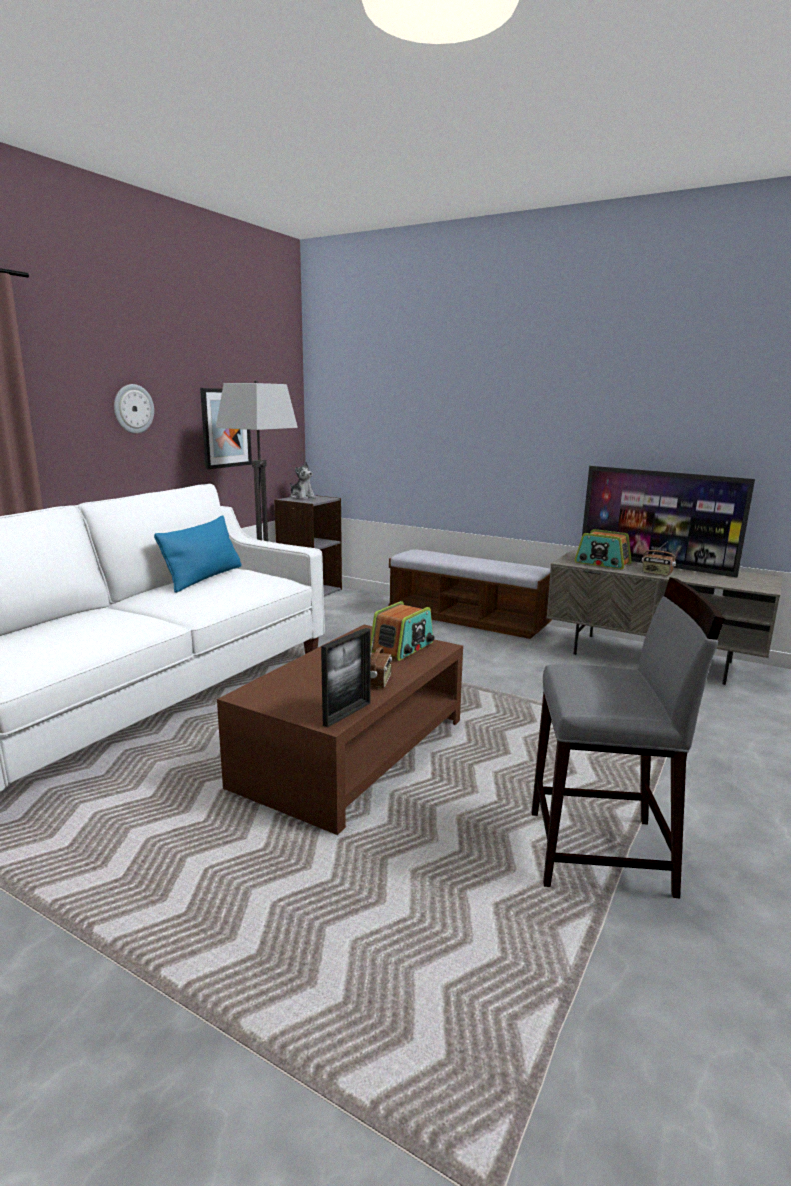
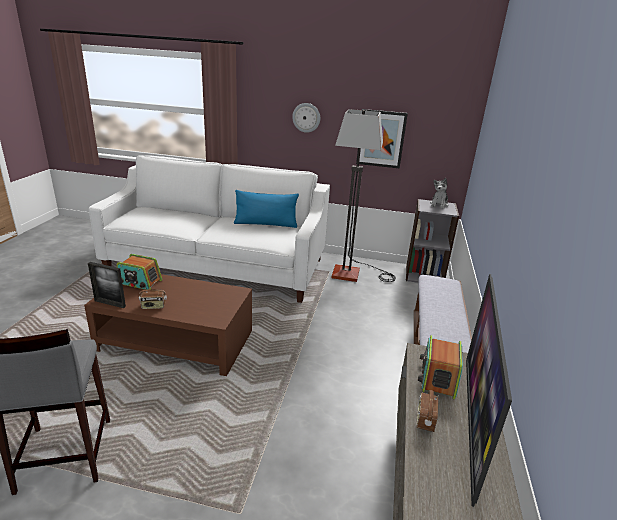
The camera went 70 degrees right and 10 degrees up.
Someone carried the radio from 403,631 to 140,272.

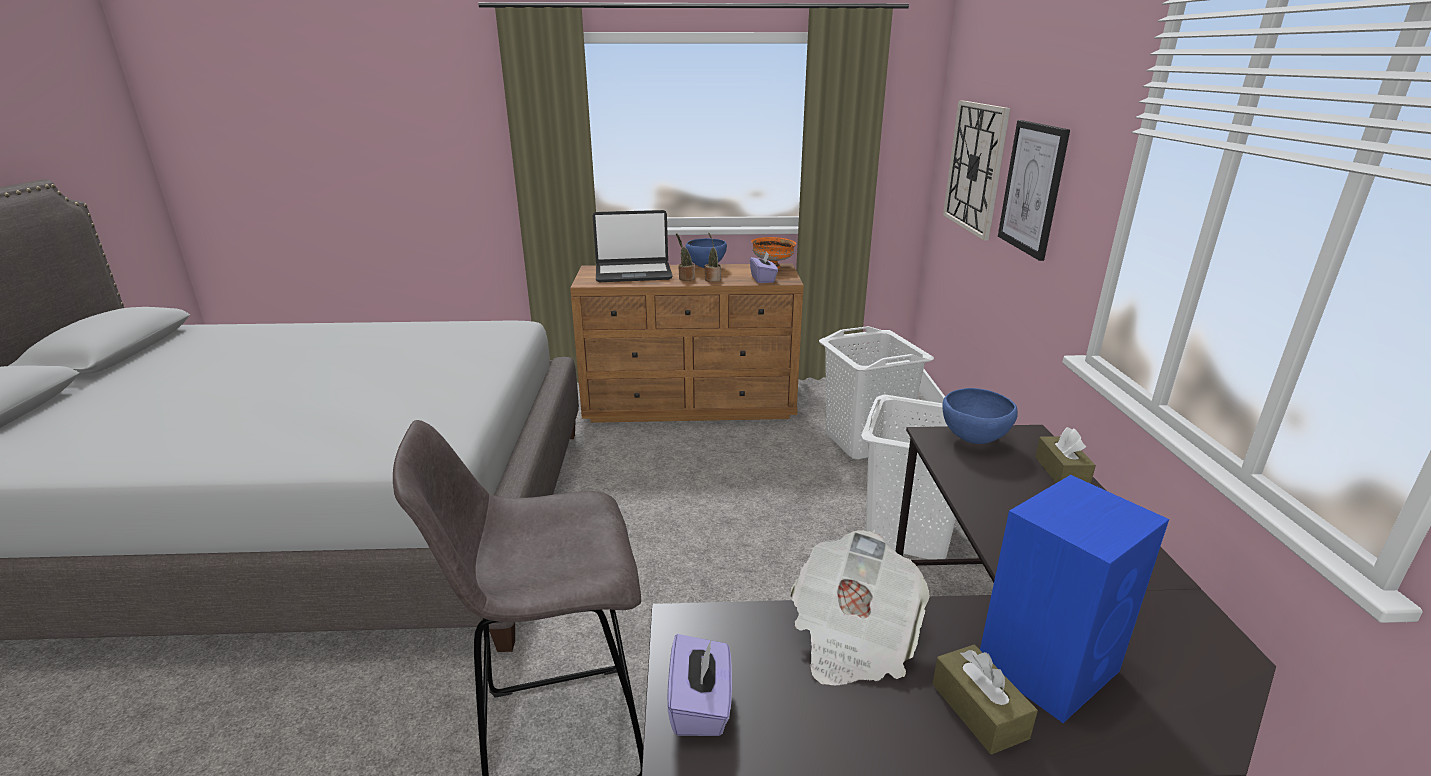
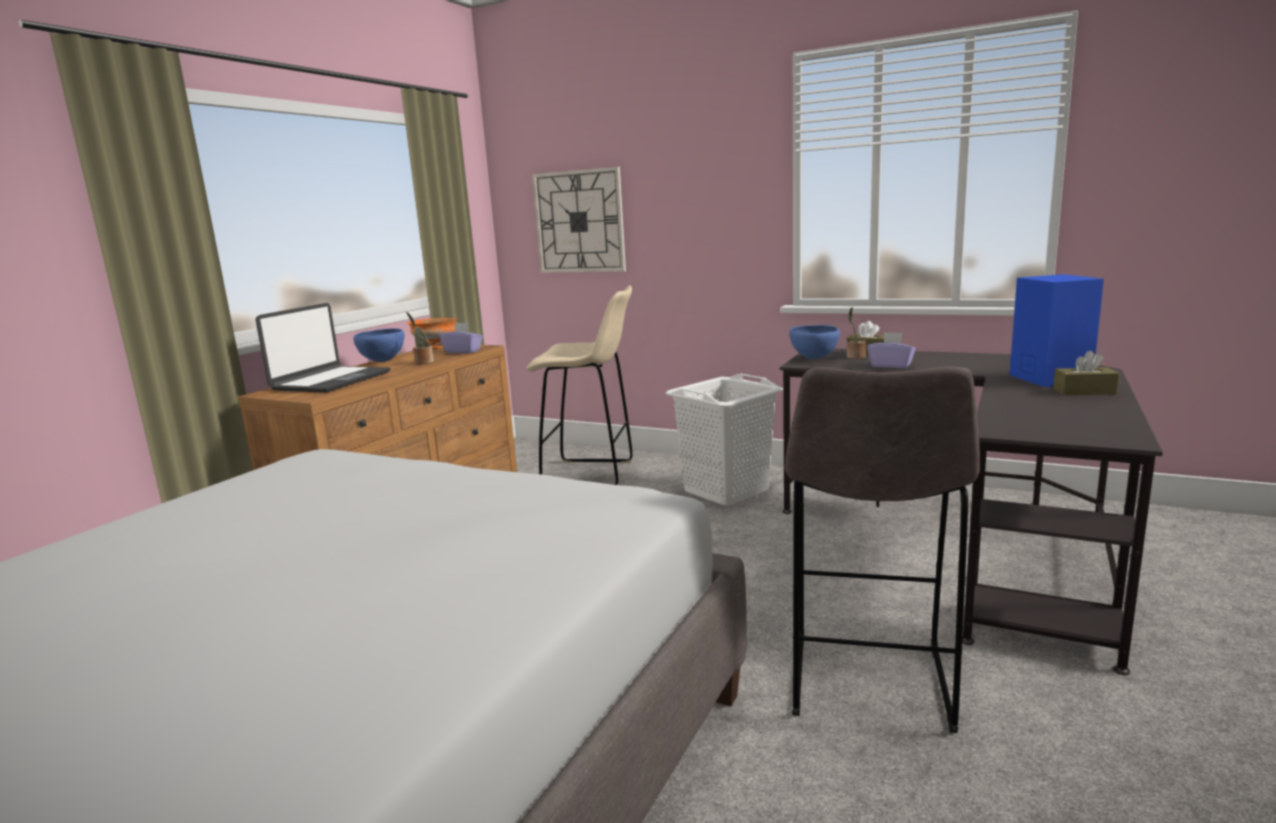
The camera went 60 degrees left and 10 degrees down.
Someone took away the picture at 1034,190.
Someone carried the potted_plant from 685,257 to 856,333.
Someone swapped the white_laundry_basket at 876,393 for the beige_stool at 579,385.
Someone took away the newspaper at 860,608.
Someone carried the purple_tissue_box from 699,685 to 891,350.

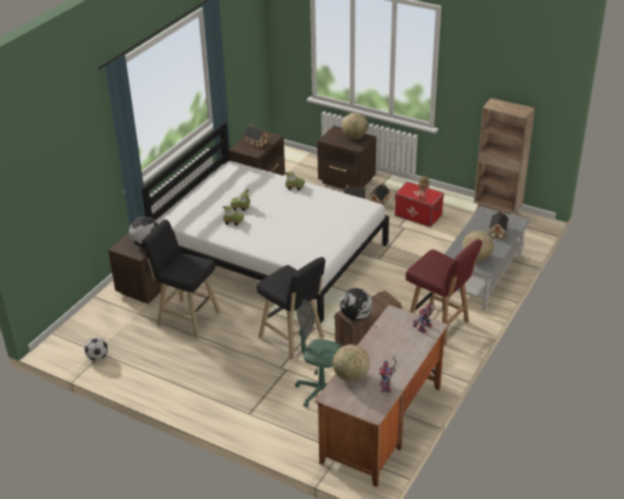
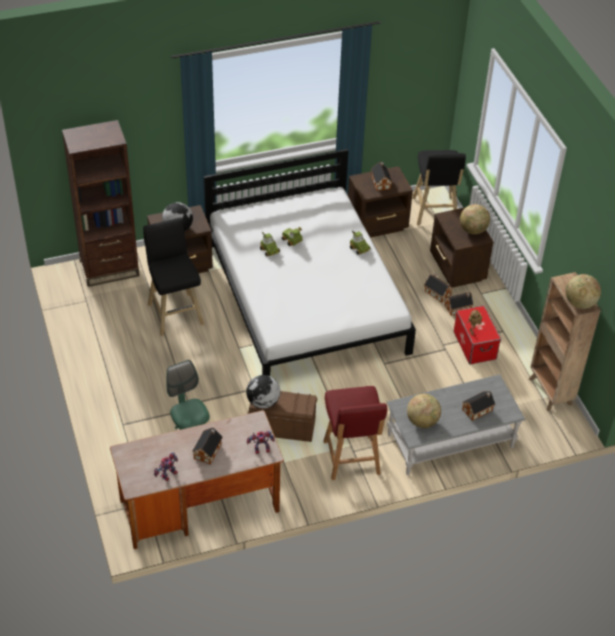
The camera went 40 degrees right and 10 degrees up.
Someone carried the black_stool from 290,308 to 439,188.
Someone took away the football at 96,349.
Someone carried the globe from 351,363 to 583,291.
Someone put down the brown_bookcase at 100,203.
Someone put down the toy_house at 207,446.

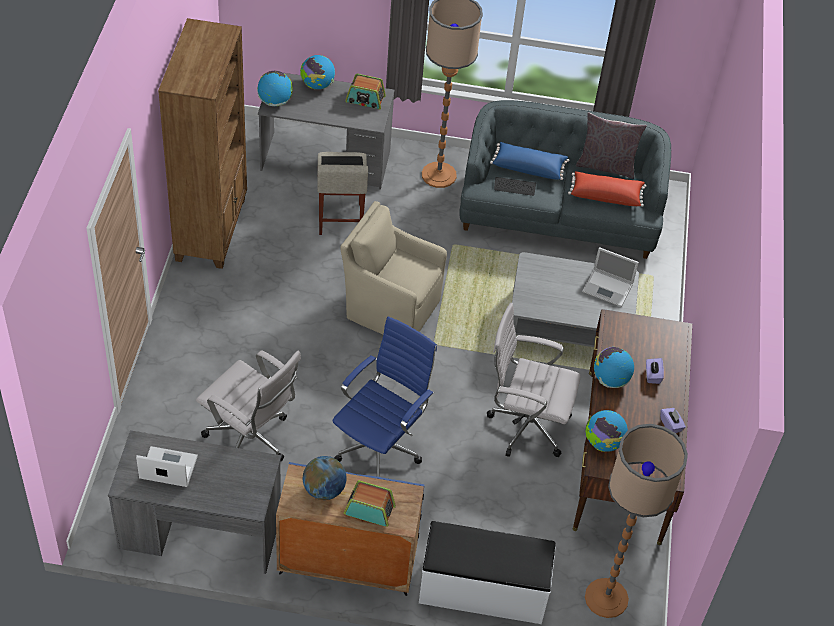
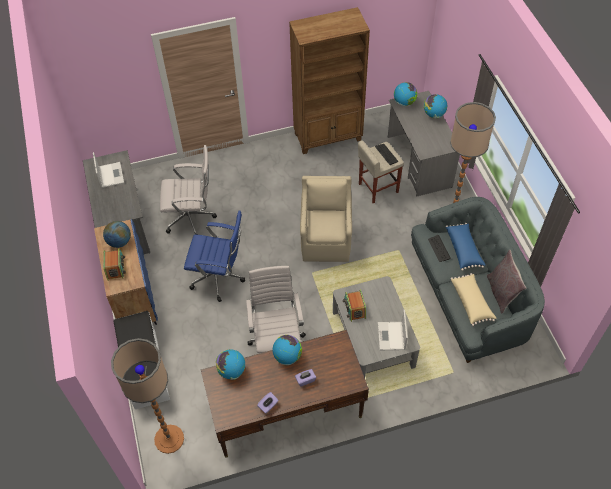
The camera went 70 degrees right and 5 degrees up.
Someone carried the radio from 365,91 to 354,305.
Someone repainted the red_pillow at 607,189, which became the beige_pillow at 473,299.
Someone rotated the white_office_chair at 248,405 by 105 degrees counterclockwise.

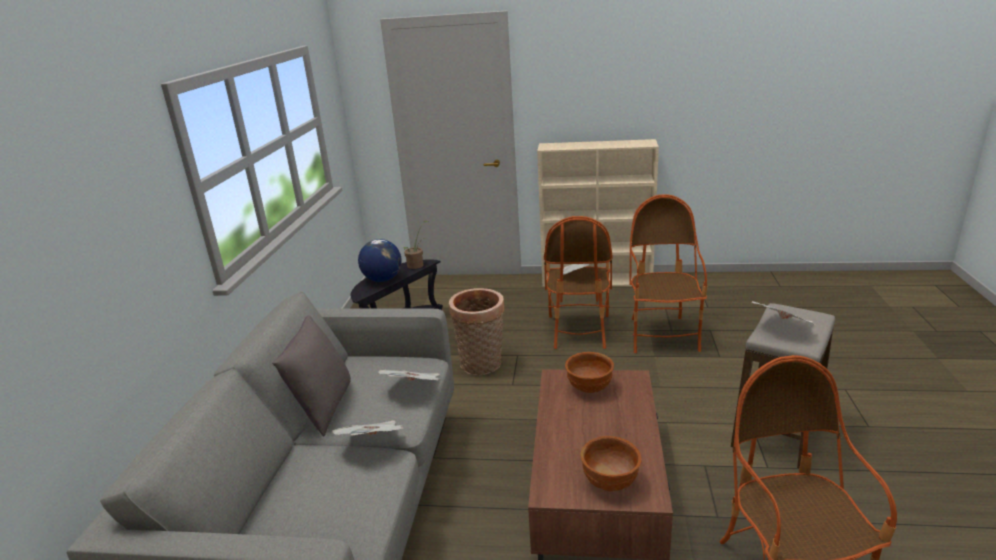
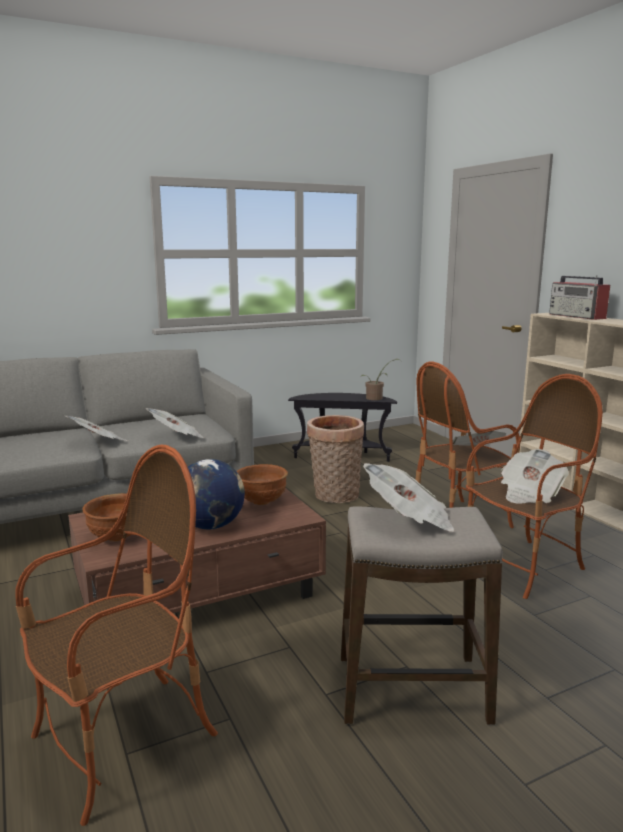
The camera went 55 degrees right and 10 degrees down.
Someone carried the globe from 380,260 to 216,494.
Someone took away the grey_pillow at 311,376.
Someone put down the radio at 579,297.
Someone put down the newspaper at 535,476.

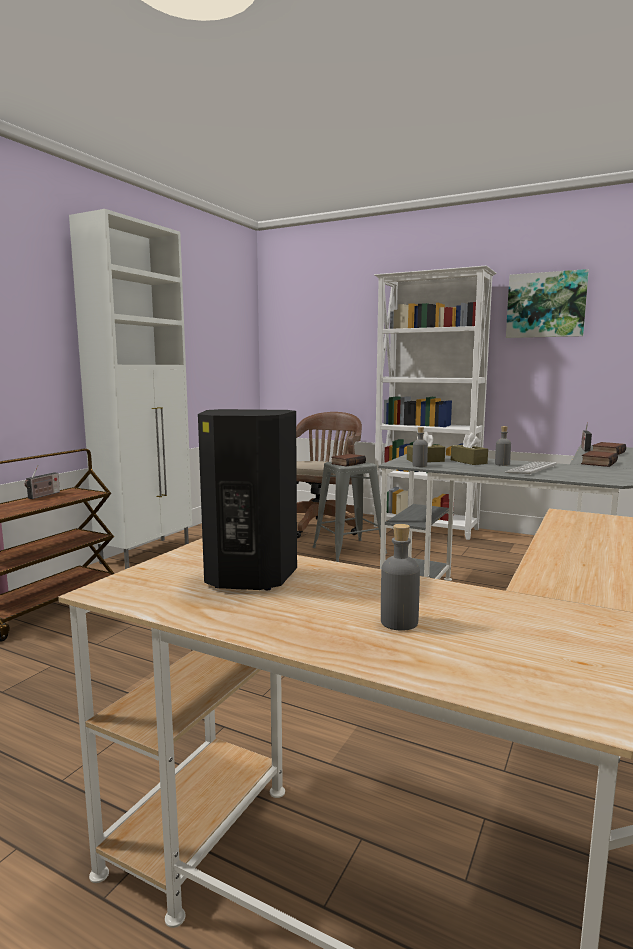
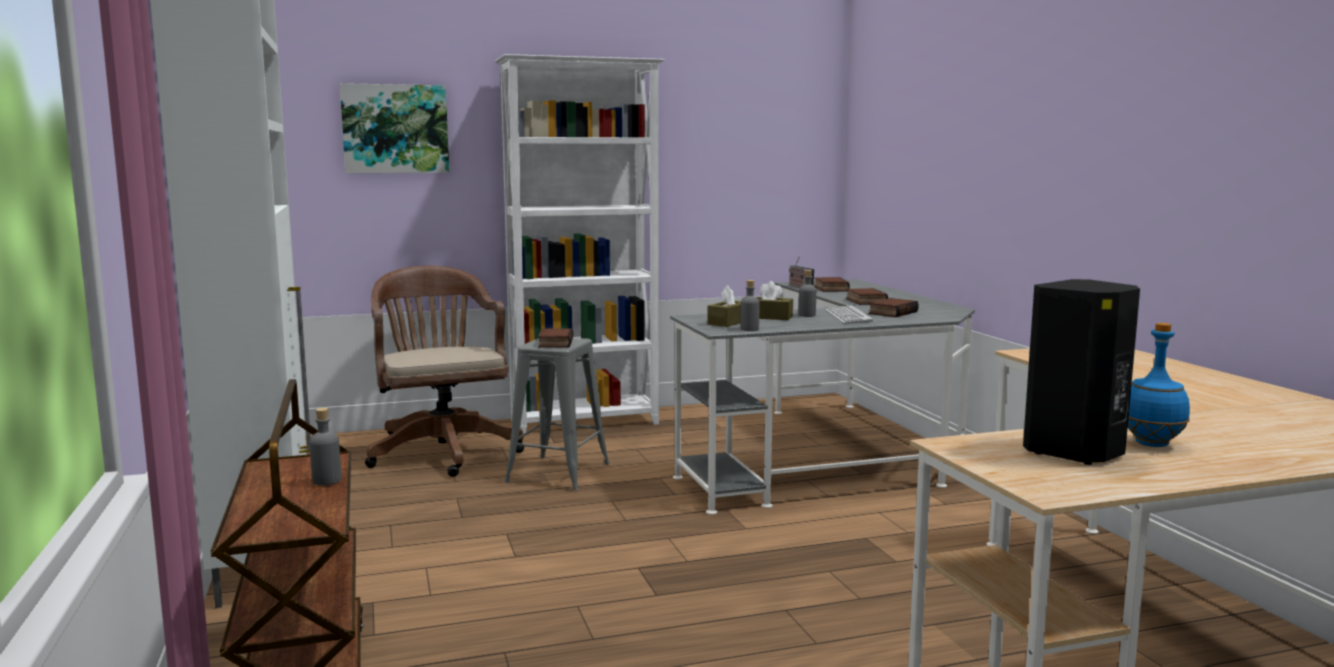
The camera went 45 degrees left and 0 degrees up.
Someone carried the picture from 547,303 to 394,128.
Someone took away the radio at 42,482.
Someone carried the grey_bottle from 400,577 to 325,446.
Someone put down the book at 894,307.
Someone put down the blue_bottle at 1159,385.

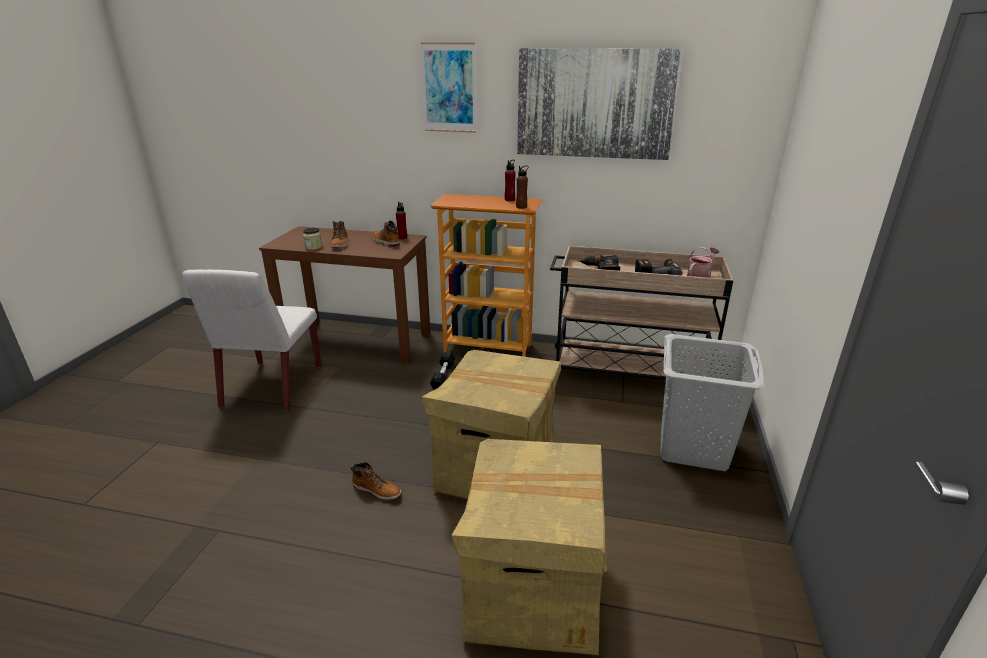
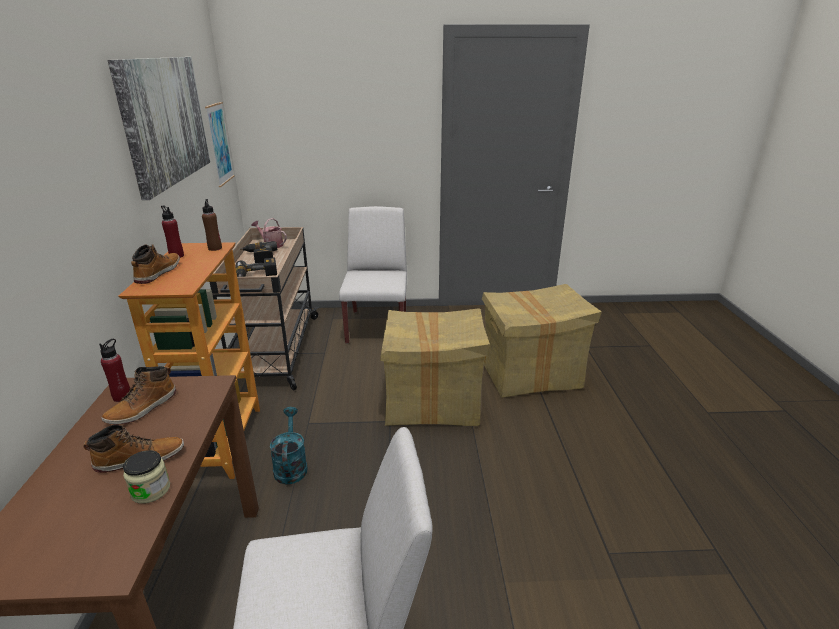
The camera went 105 degrees left and 0 degrees up.
Someone carried the picture from 448,87 to 219,144.
Someone swapped the grey_laundry_basket at 712,402 for the white_chair at 373,275.
Someone swapped the black_dumbbell at 442,371 for the turquoise_watering_can at 289,446.
Someone carried the boot from 376,481 to 155,264.

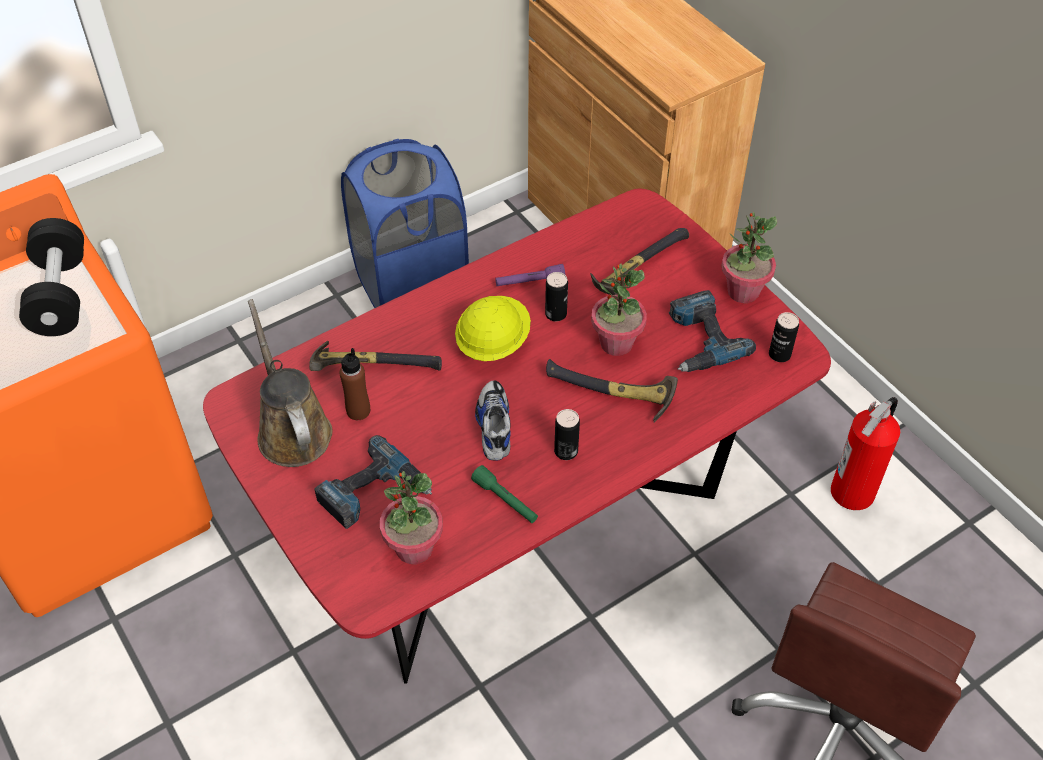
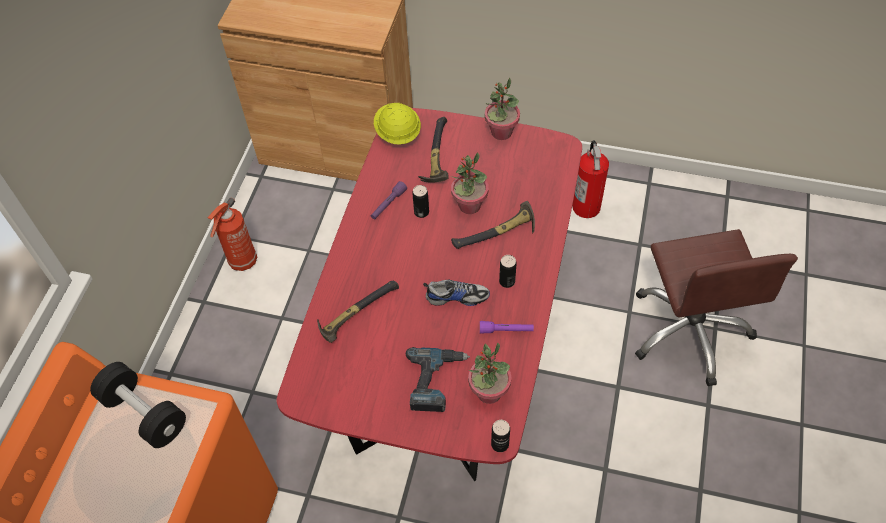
The camera went 40 degrees left and 5 degrees up.
Someone swapped the blue_laundry_basket at 405,223 for the fire_extinguisher at 232,234.
Someone took away the power_drill at 712,331.
Someone carried the yellow_hard_hat from 493,328 to 397,124.
Someone took away the brown_watering_can at 290,383.
Someone carried the can from 784,337 to 500,436.
Someone took away the brown_bottle at 355,384.
Someone rotated the shoe at 493,420 by 135 degrees clockwise.
Someone repainted the green_flashlight at 504,494, which became the purple_flashlight at 507,327.

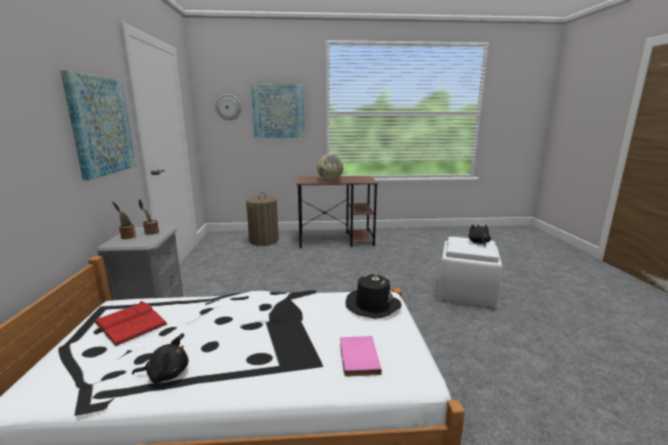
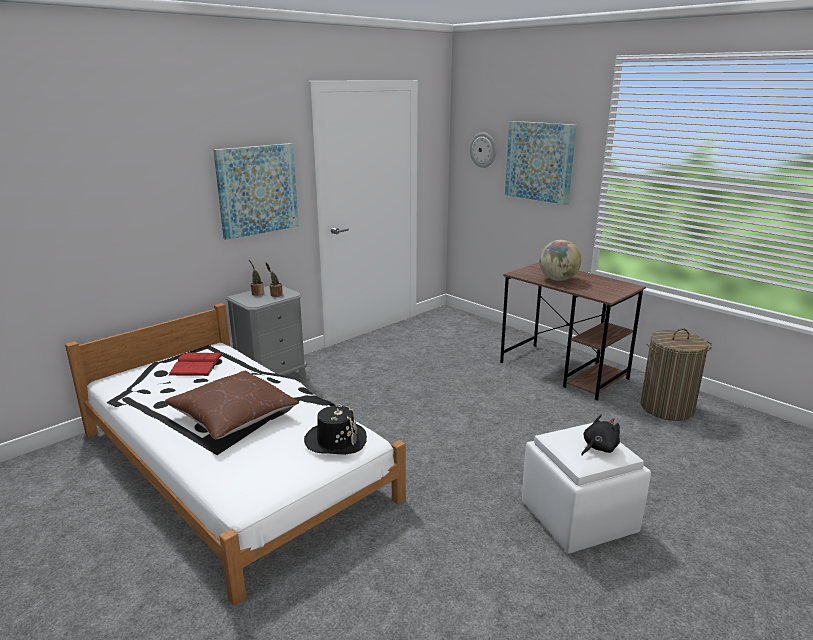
The camera went 50 degrees right and 5 degrees up.
Someone carried the laundry_basket from 262,219 to 676,374.
Someone took away the pink_book at 361,356.
Someone took away the black_plush_toy at 160,360.
Someone put down the brown_pillow at 232,405.

